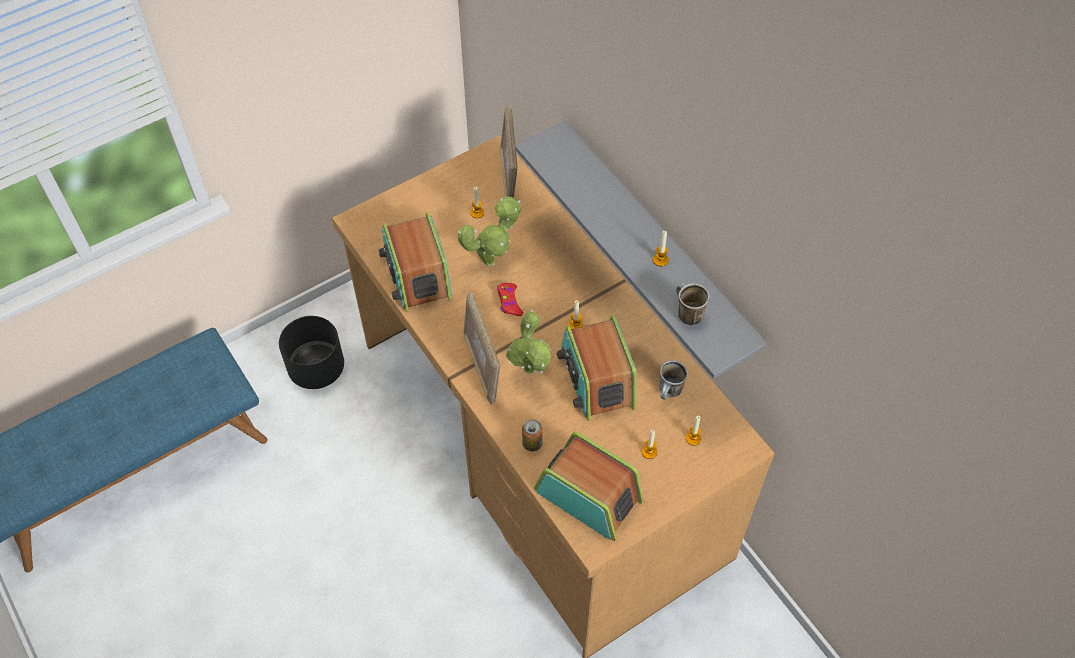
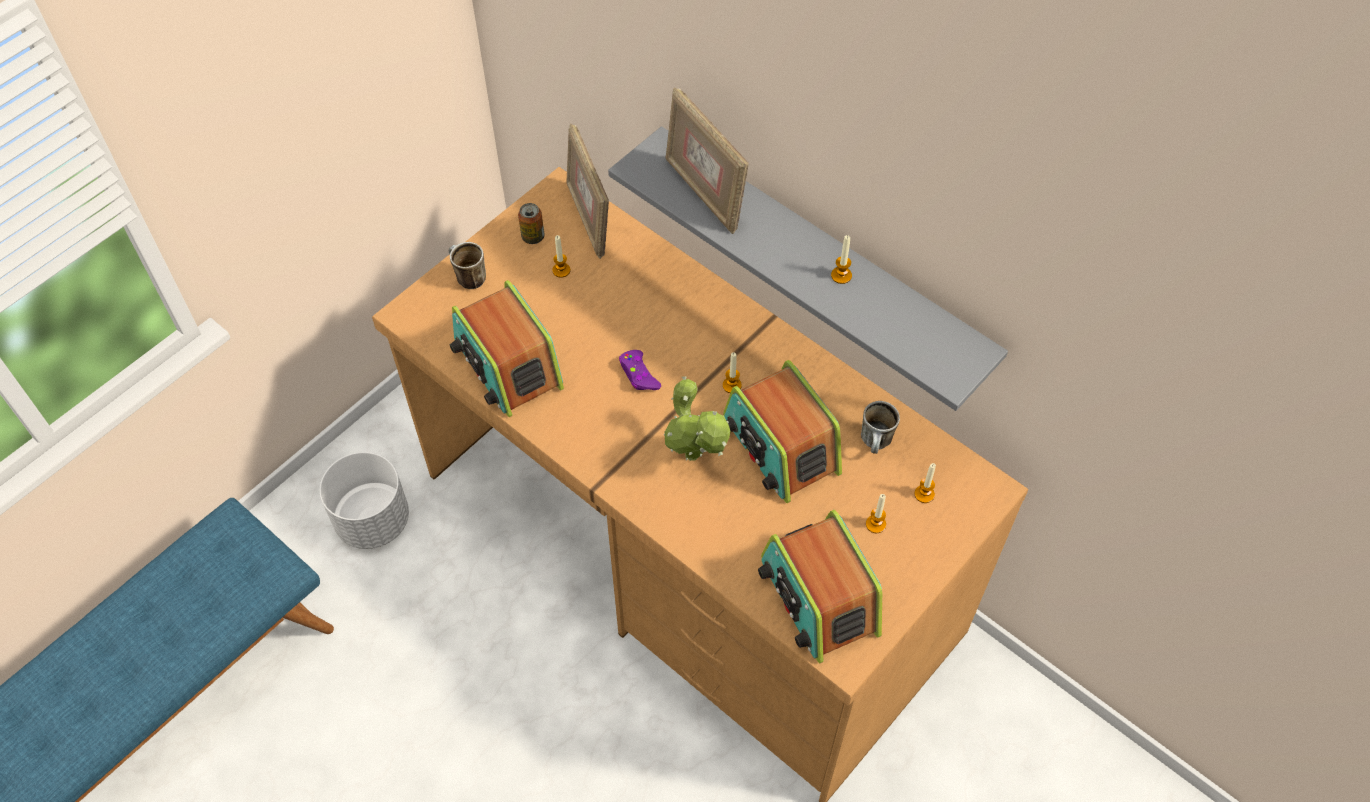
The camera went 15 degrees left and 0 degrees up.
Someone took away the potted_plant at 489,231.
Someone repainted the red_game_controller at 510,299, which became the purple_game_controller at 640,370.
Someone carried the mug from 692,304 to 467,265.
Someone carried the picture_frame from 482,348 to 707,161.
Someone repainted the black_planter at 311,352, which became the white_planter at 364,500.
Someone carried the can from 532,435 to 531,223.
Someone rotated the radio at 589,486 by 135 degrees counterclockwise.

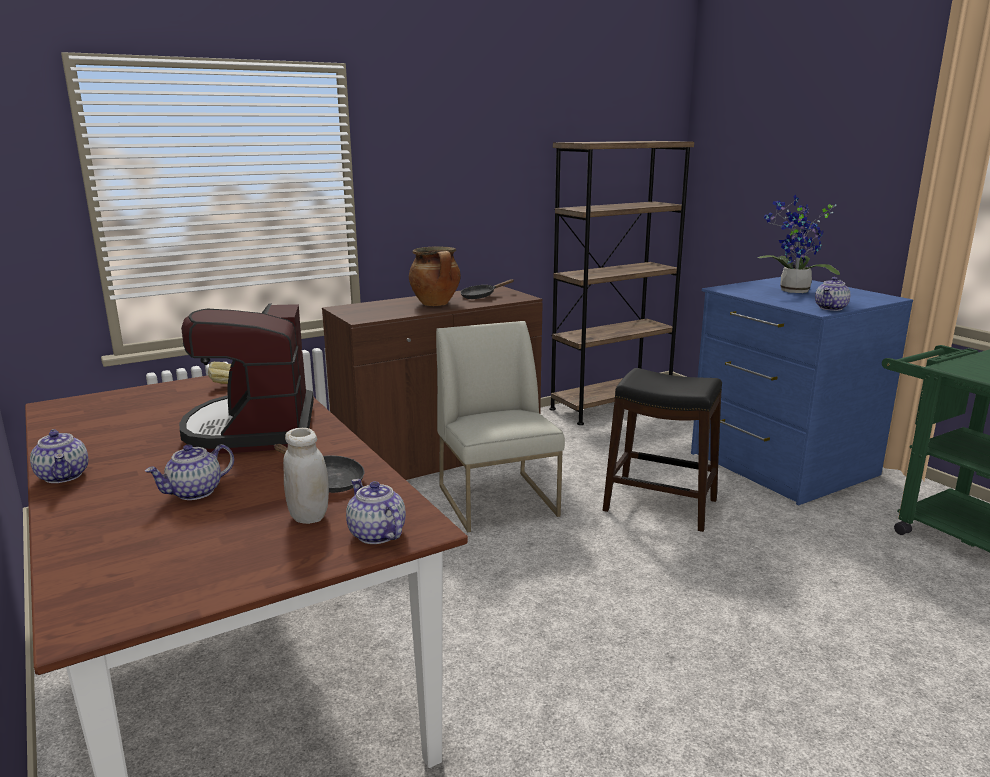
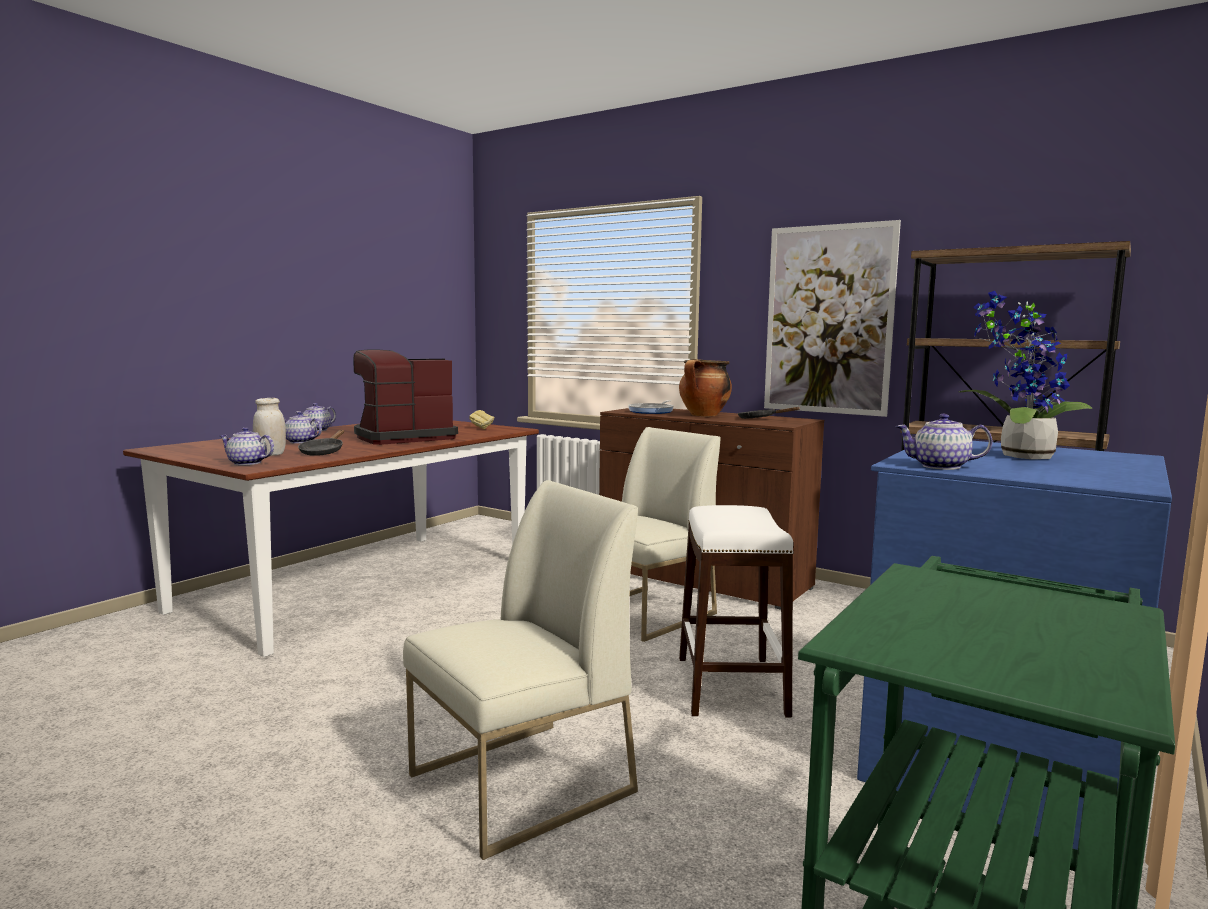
The camera went 65 degrees right and 10 degrees down.
Someone repainted the black_stool at 662,450, which became the white_stool at 736,611.
Someone rotated the teapot at 376,511 by 105 degrees counterclockwise.
Someone put up the picture at 832,318.
Someone put down the frying_pan at 651,407.
Someone put down the white_chair at 520,670.

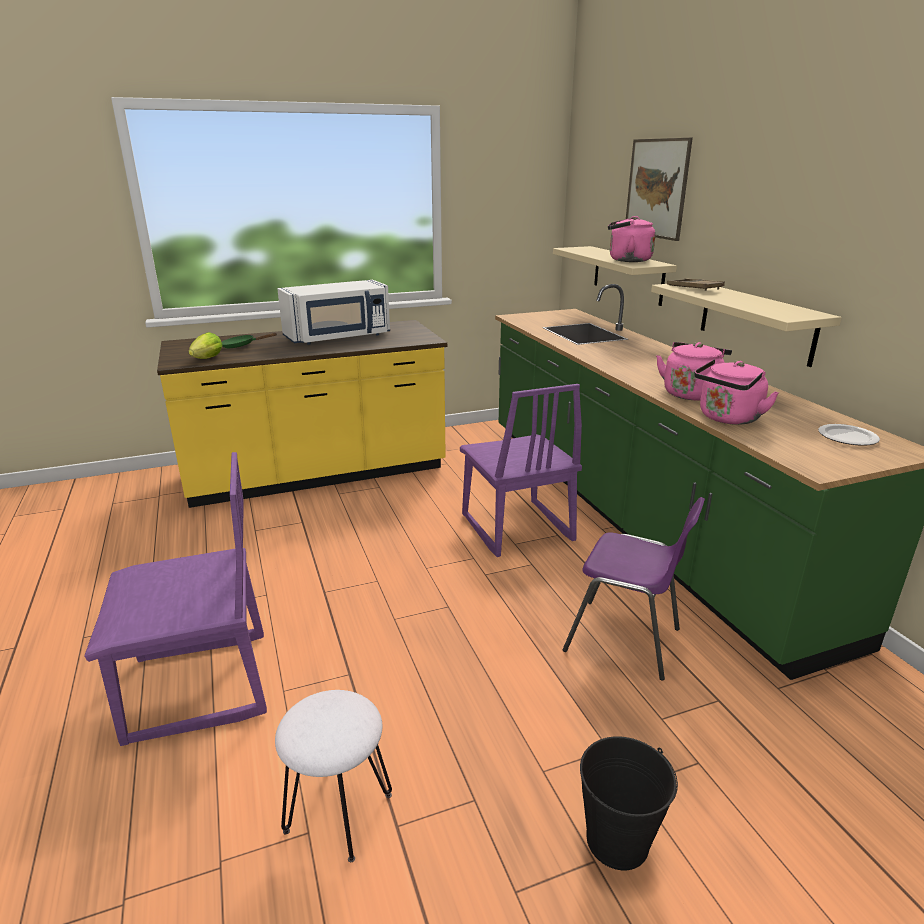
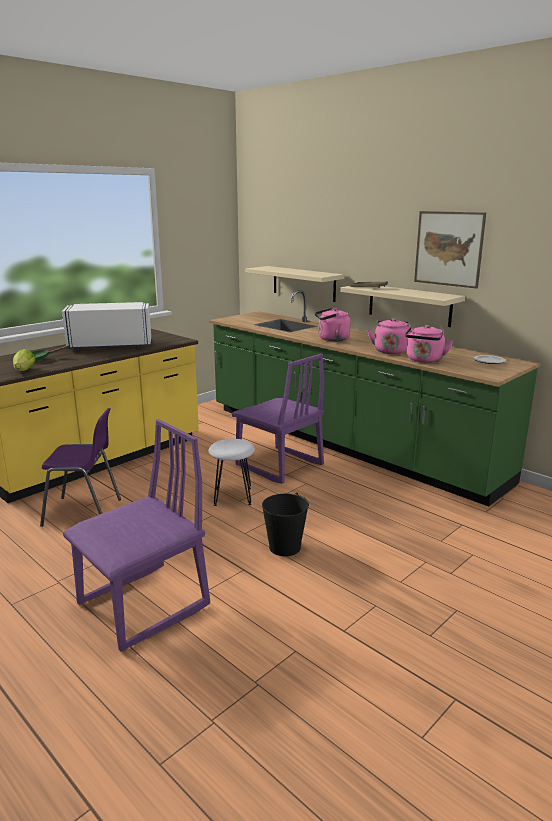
The camera went 25 degrees left and 5 degrees down.
Someone carried the picture from 659,189 to 450,250.
Someone carried the pink_kettle from 632,239 to 333,324.
Someone rotated the white_microwave at 333,312 by 135 degrees counterclockwise.
Someone carried the purple_chair from 634,589 to 80,467.
Someone carried the white_stool from 333,776 to 231,472.
Someone carried the black_bucket from 629,803 to 285,524.

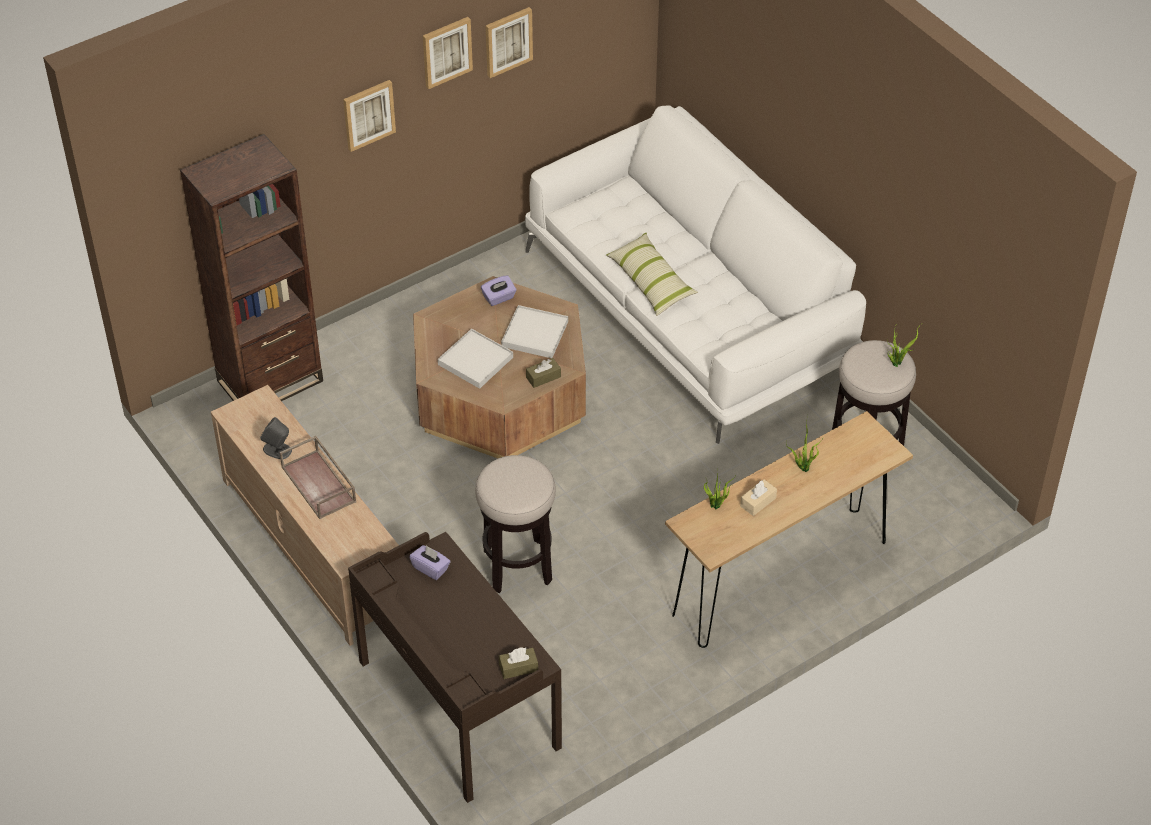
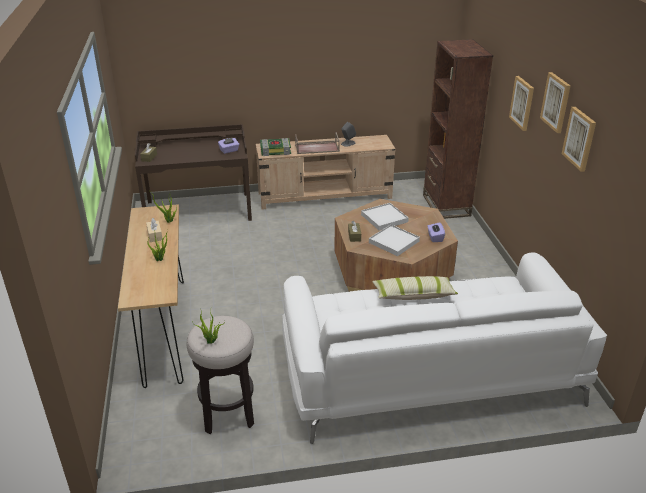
The camera went 115 degrees right and 15 degrees down.
Someone took away the stool at 515,524.
Someone put down the book at 275,147.

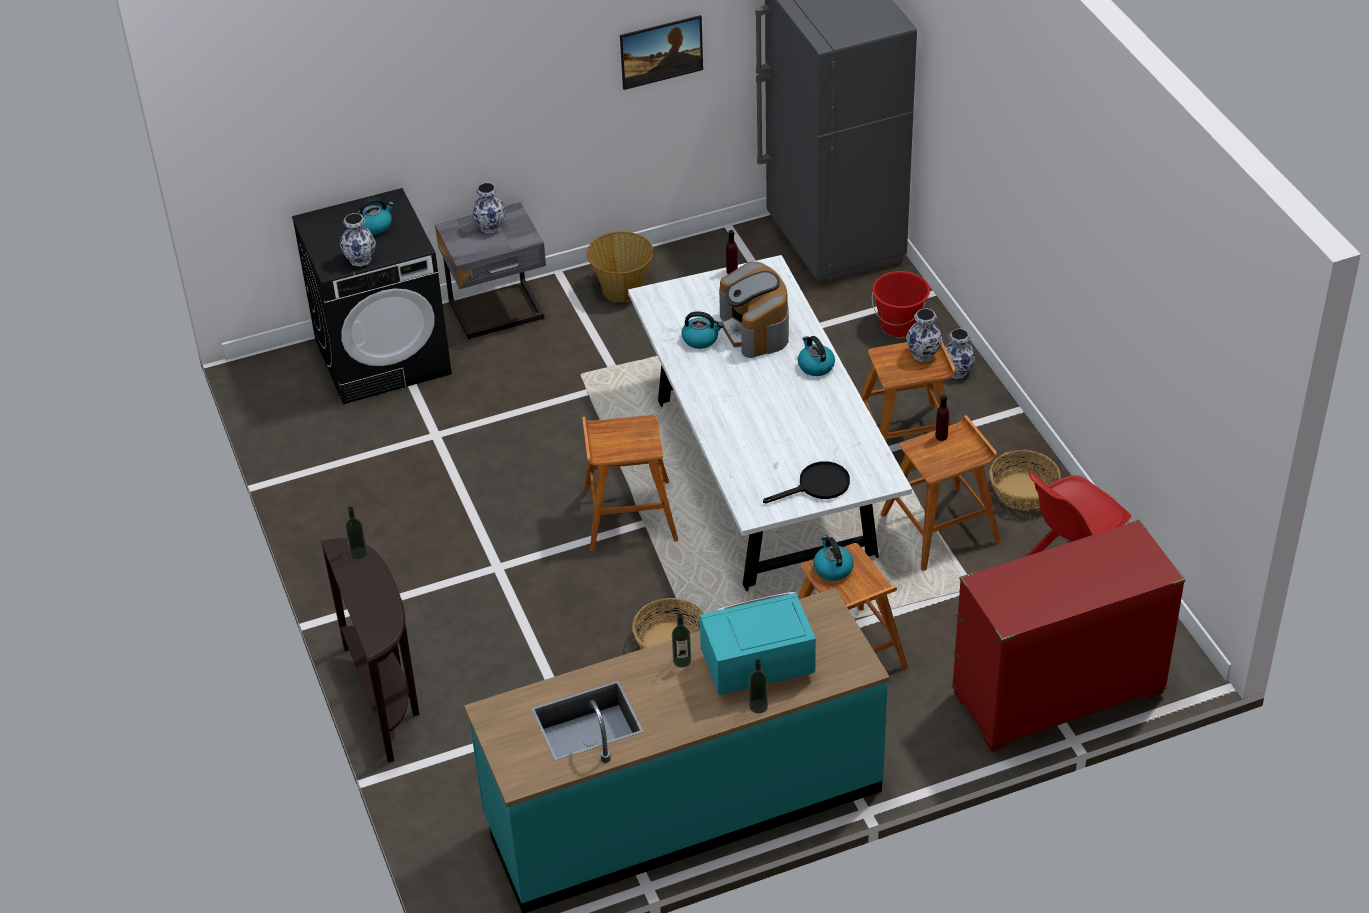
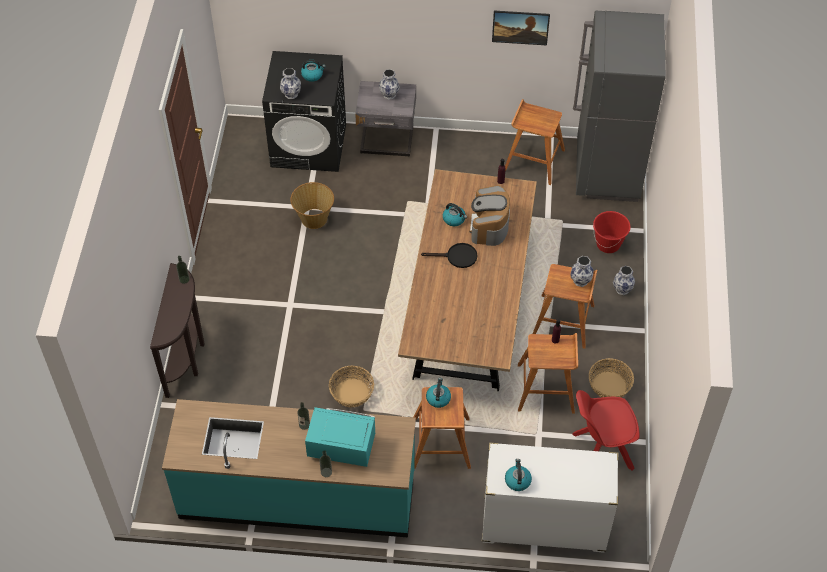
The camera went 25 degrees right and 10 degrees up.
Someone carried the basket from 620,267 to 312,205.
Someone repainted the white_dining_table at 770,423, which became the brown_dining_table at 467,280.
Someone carried the kettle from 816,356 to 518,475.
Someone carried the brown_stool from 630,483 to 535,142.
Someone carried the black_frying_pan from 806,482 to 449,255.
Someone repainted the red_dresser at 1068,635, which became the white_dresser at 550,497.

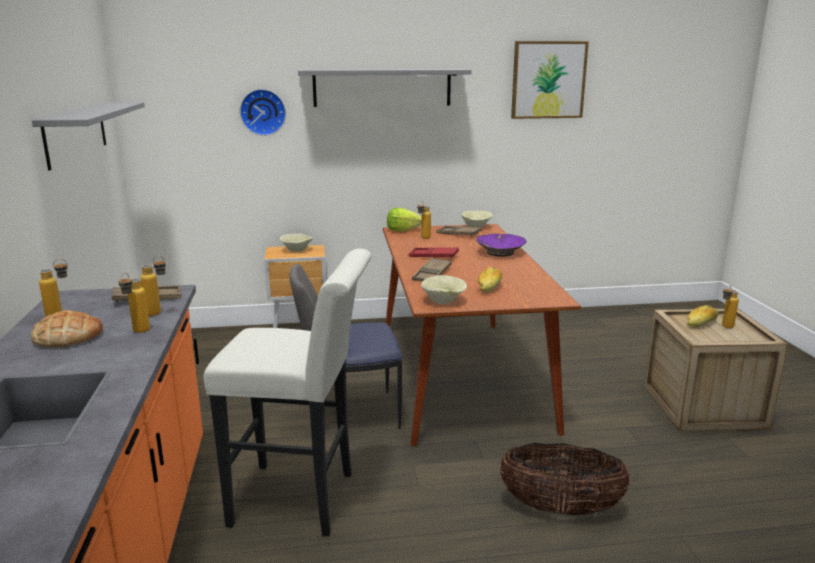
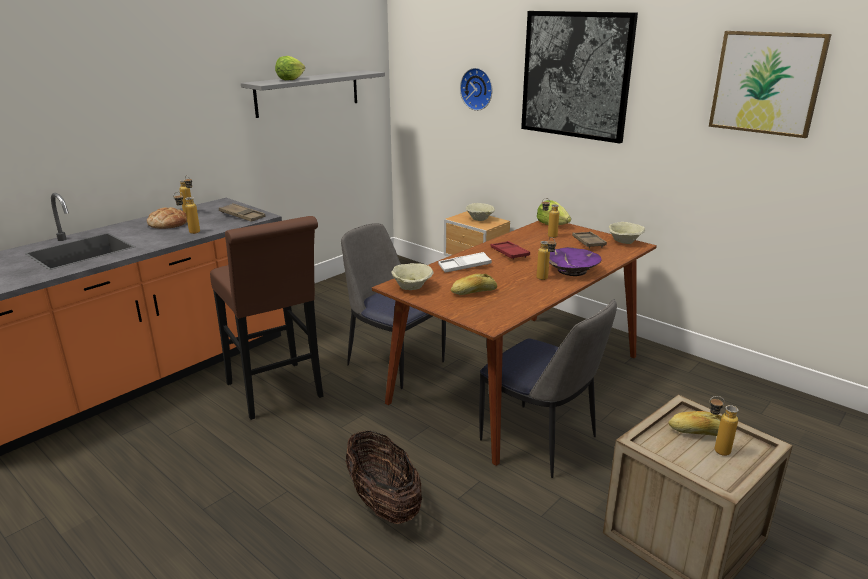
The camera went 50 degrees right and 5 degrees up.
Someone swapped the grey_shelf at 385,88 for the picture at 579,77.
Someone repainted the white_stool at 287,392, which became the brown_stool at 267,318.
Someone carried the bottle from 153,286 to 546,258.
Someone repainted the brown_tray at 432,269, which became the white_tray at 465,262.
Someone put down the lettuce at 290,68.
Someone put down the chair at 548,388.

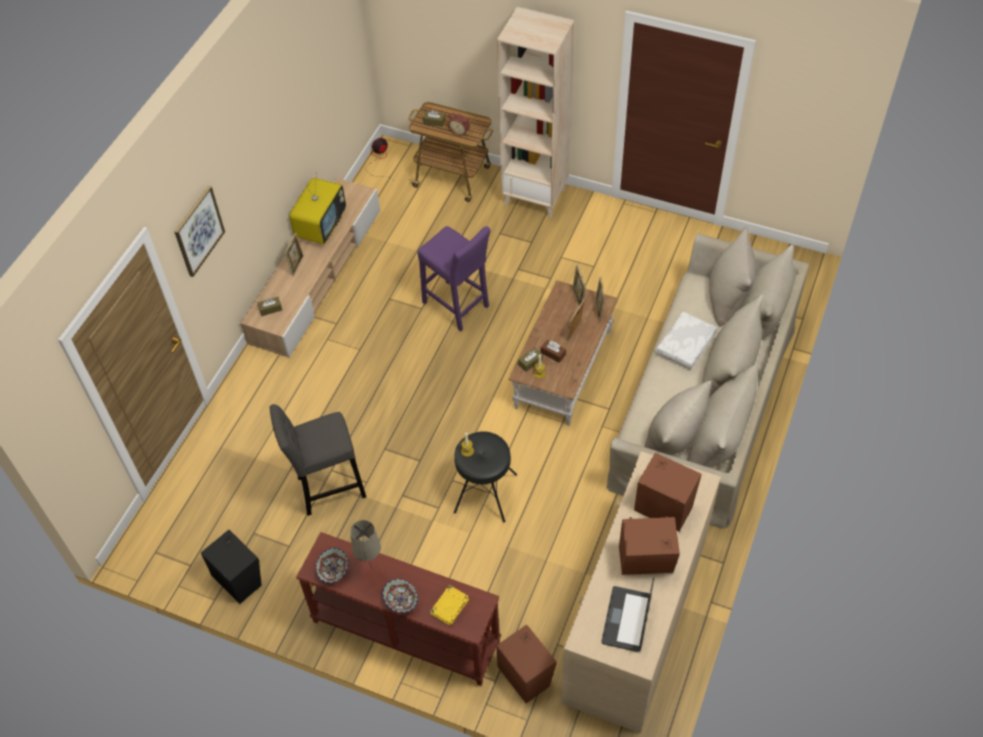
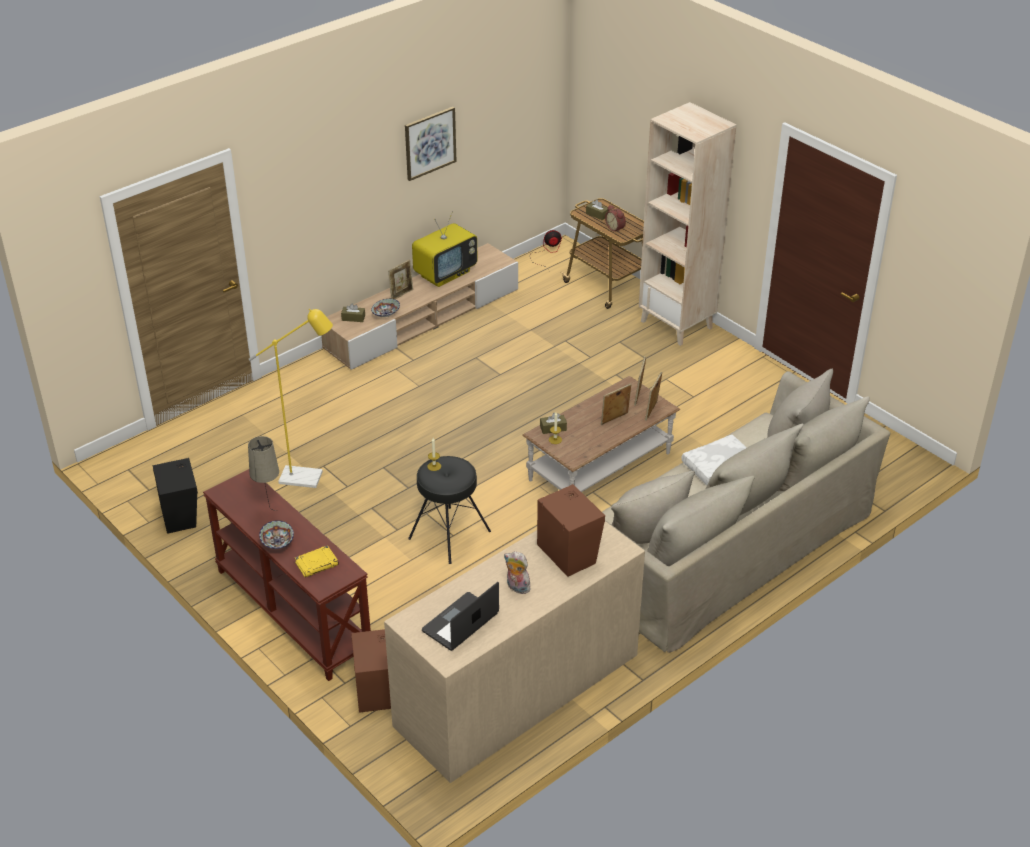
The camera went 25 degrees right and 15 degrees down.
Someone carried the picture from 199,231 to 431,144.
Someone took away the purple_stool at 454,278.
Someone took away the brown_tissue_box at 553,351.
Someone swapped the grey_stool at 318,460 for the yellow_floor_lamp at 291,398.
Someone swapped the brown_speaker at 649,545 for the plush_toy at 518,572.
Someone carried the bowl from 332,566 to 385,308.

